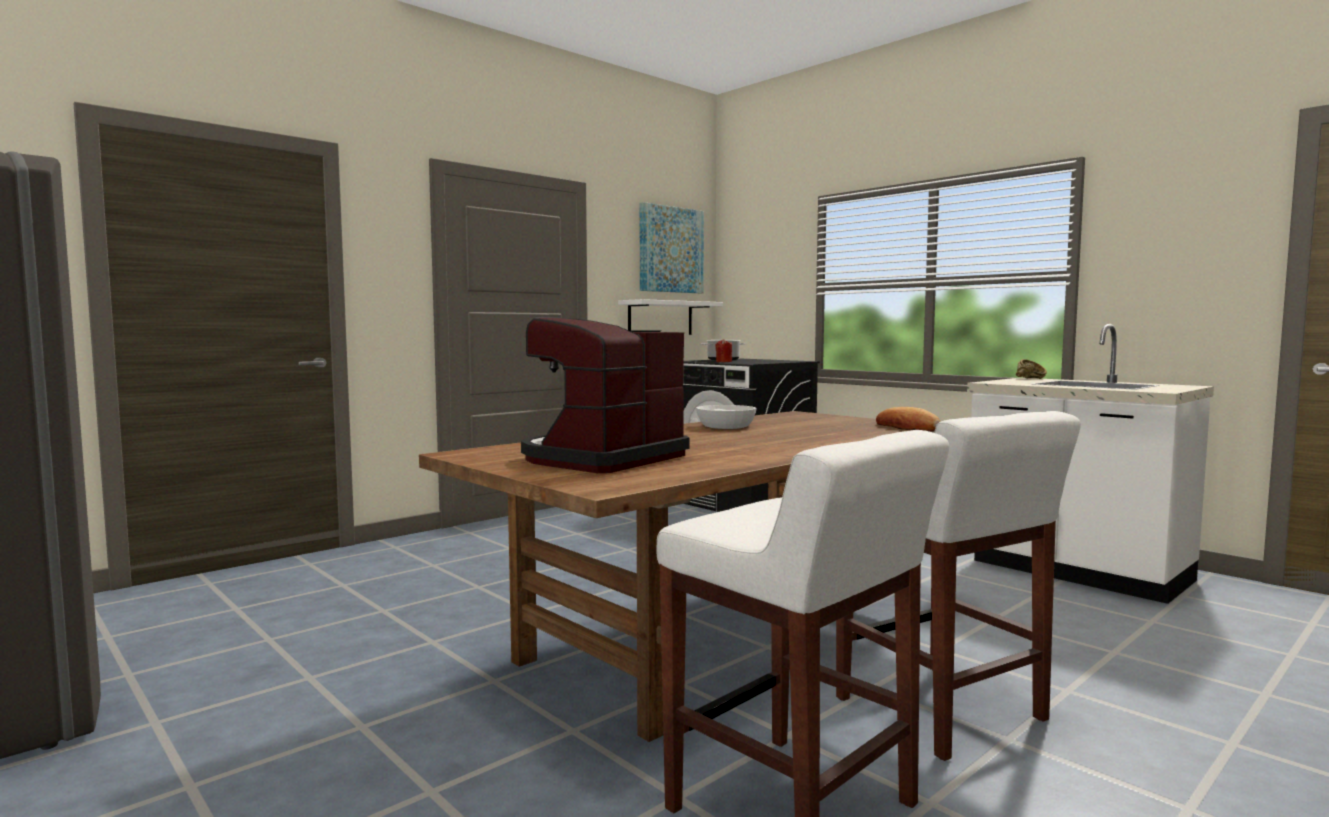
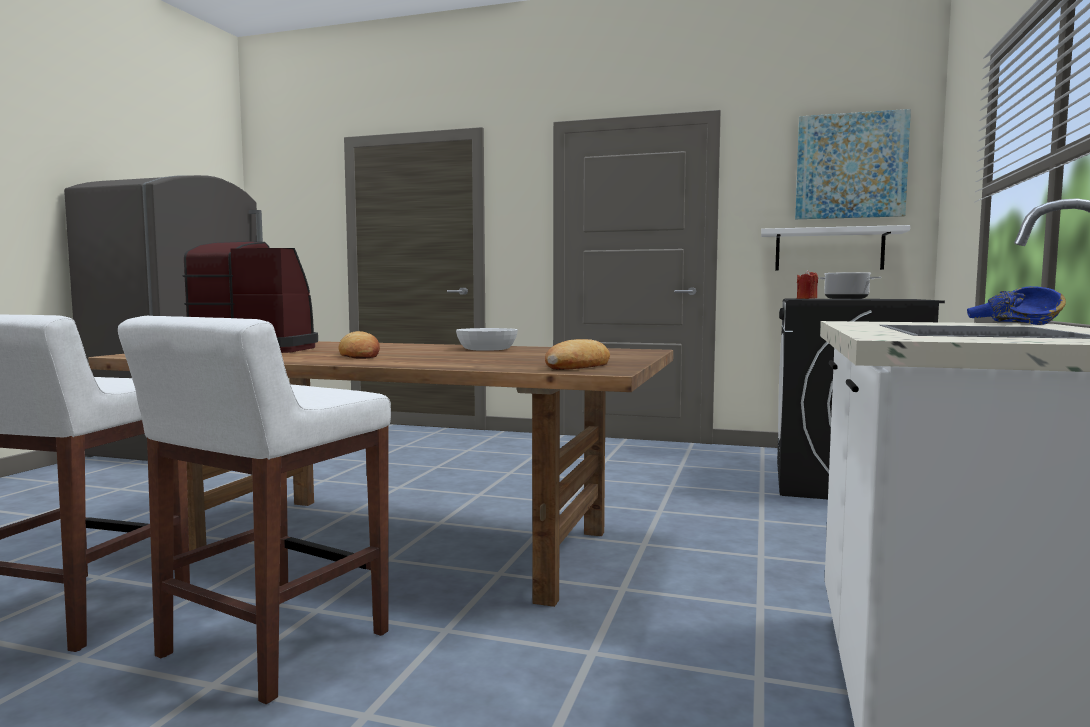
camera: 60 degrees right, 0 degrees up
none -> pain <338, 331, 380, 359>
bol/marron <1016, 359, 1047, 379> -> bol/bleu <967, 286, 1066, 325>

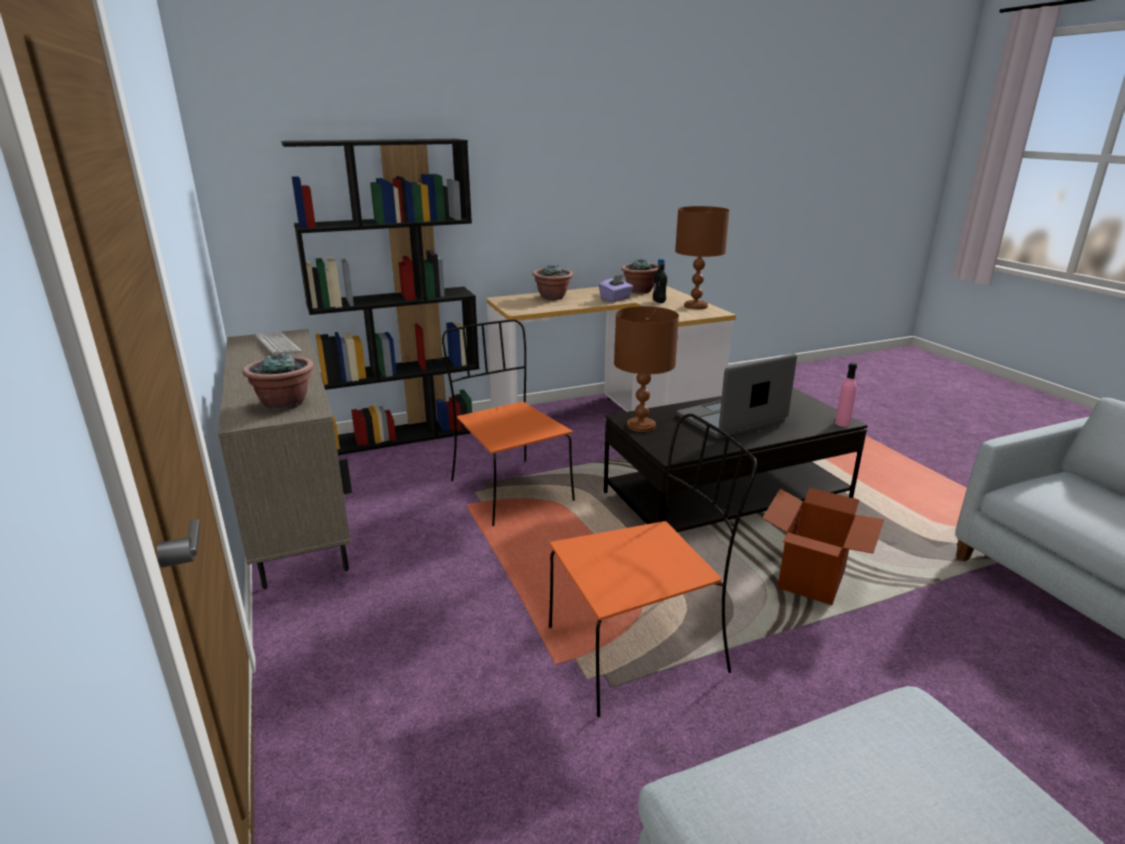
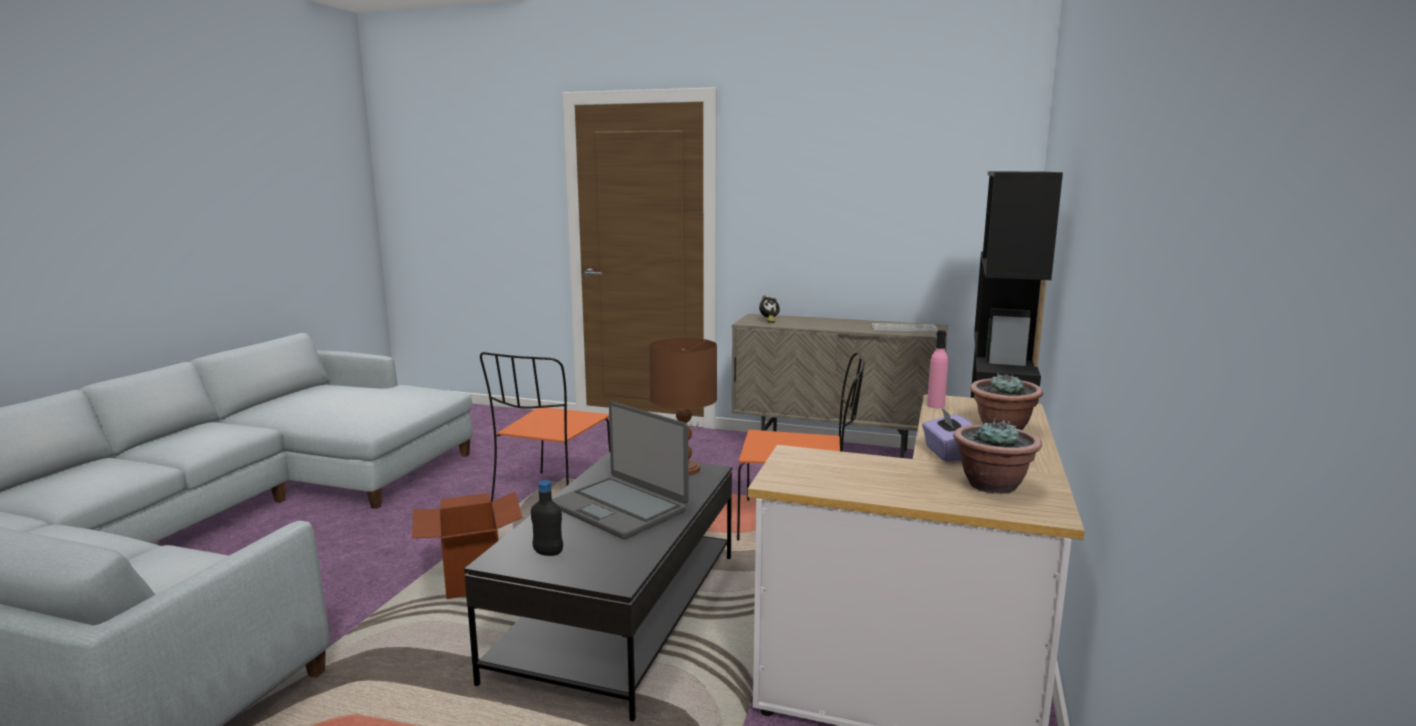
camera: 130 degrees right, 10 degrees down
bouteille/noir <653, 258, 667, 303> -> bouteille/noir <531, 480, 563, 556>, moved
ordinateur portable <677, 354, 797, 439> -> ordinateur portable <552, 401, 689, 539>, 120 degrees clockwise
plante en pot <242, 351, 314, 411> -> réveil <759, 295, 780, 323>
bouteille/rose <835, 363, 857, 427> -> bouteille/rose <927, 330, 948, 408>, moved
lampe de table/marron <675, 206, 729, 309> -> none

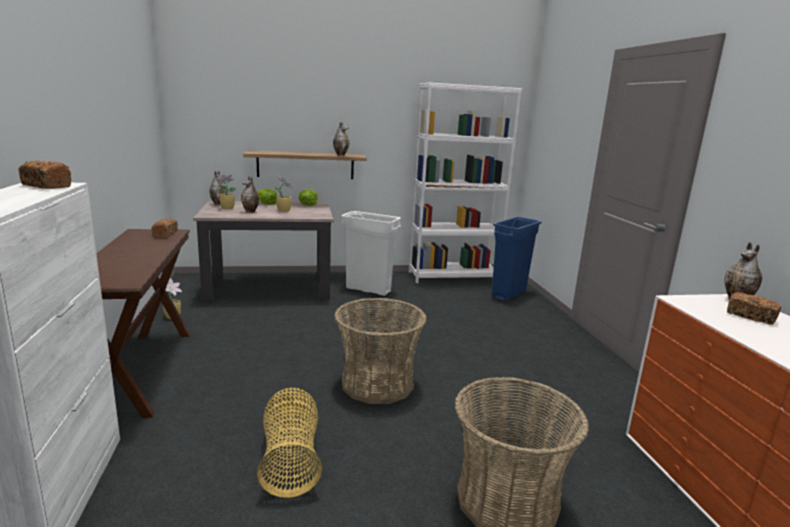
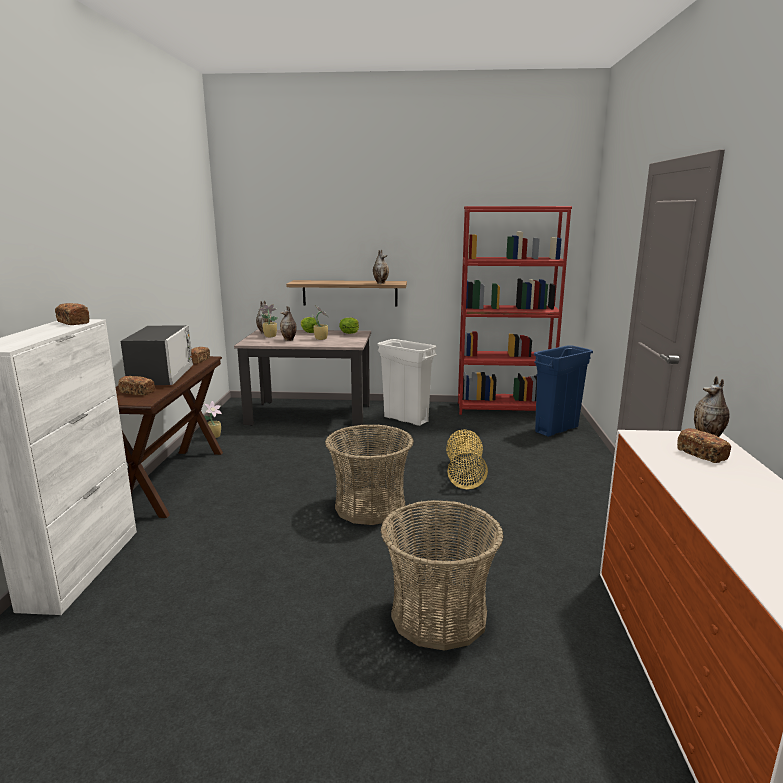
camera: 15 degrees right, 0 degrees up
none -> pain <118, 376, 155, 395>
none -> micro-ondes <121, 325, 193, 385>
panier <257, 387, 322, 498> -> panier <446, 429, 488, 489>, moved
bibliothèque/blanc <409, 83, 523, 283> -> bibliothèque/rouge <458, 206, 572, 415>

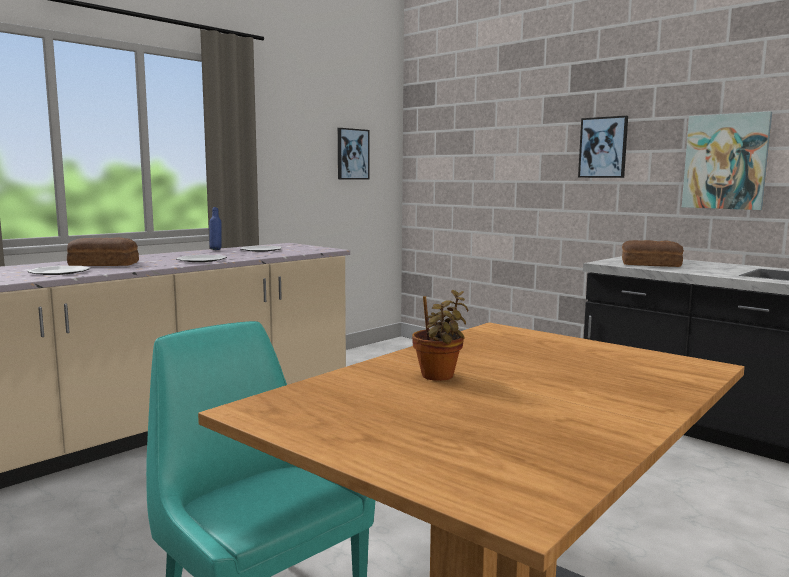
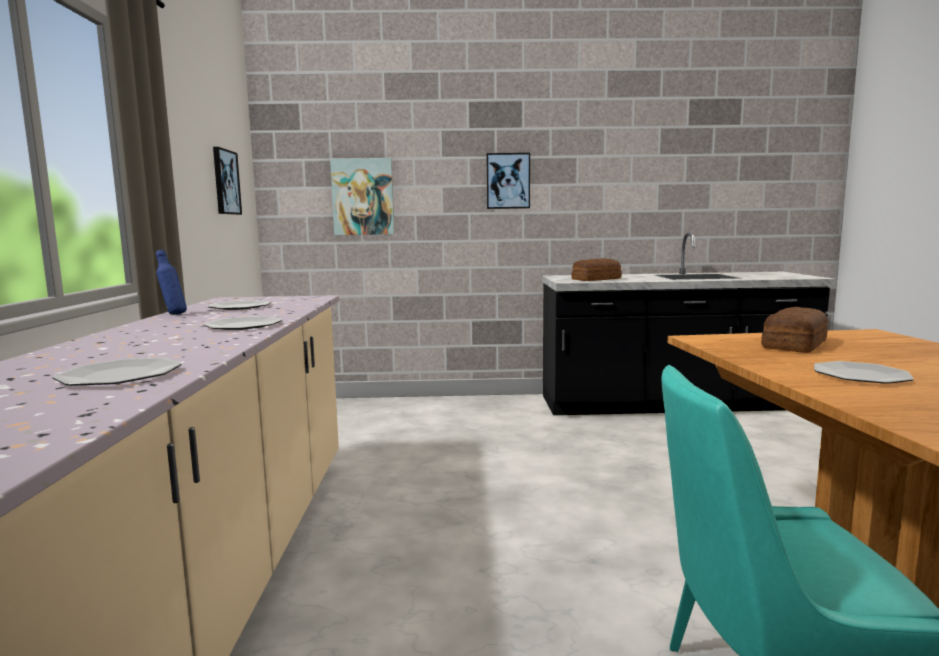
camera: 45 degrees left, 0 degrees up
tableau <682, 112, 772, 210> -> tableau <330, 158, 394, 235>, moved
pain <67, 237, 139, 266> -> pain <761, 307, 828, 353>, moved
plante en pot <412, 290, 469, 381> -> assiette <814, 361, 914, 384>

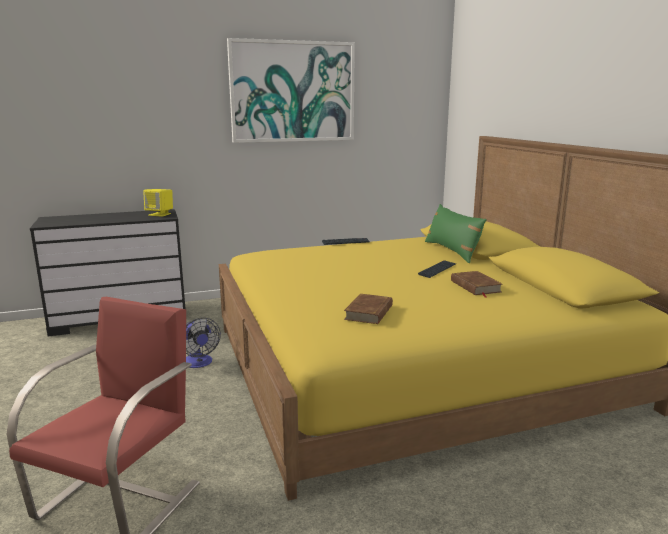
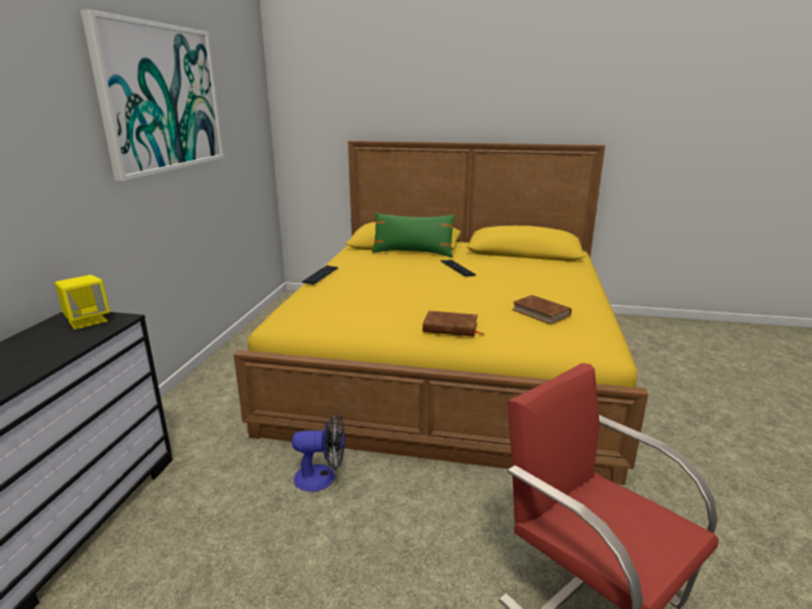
camera: 60 degrees left, 5 degrees up
livre/marron <451, 271, 503, 298> -> livre/marron <423, 311, 484, 336>, moved

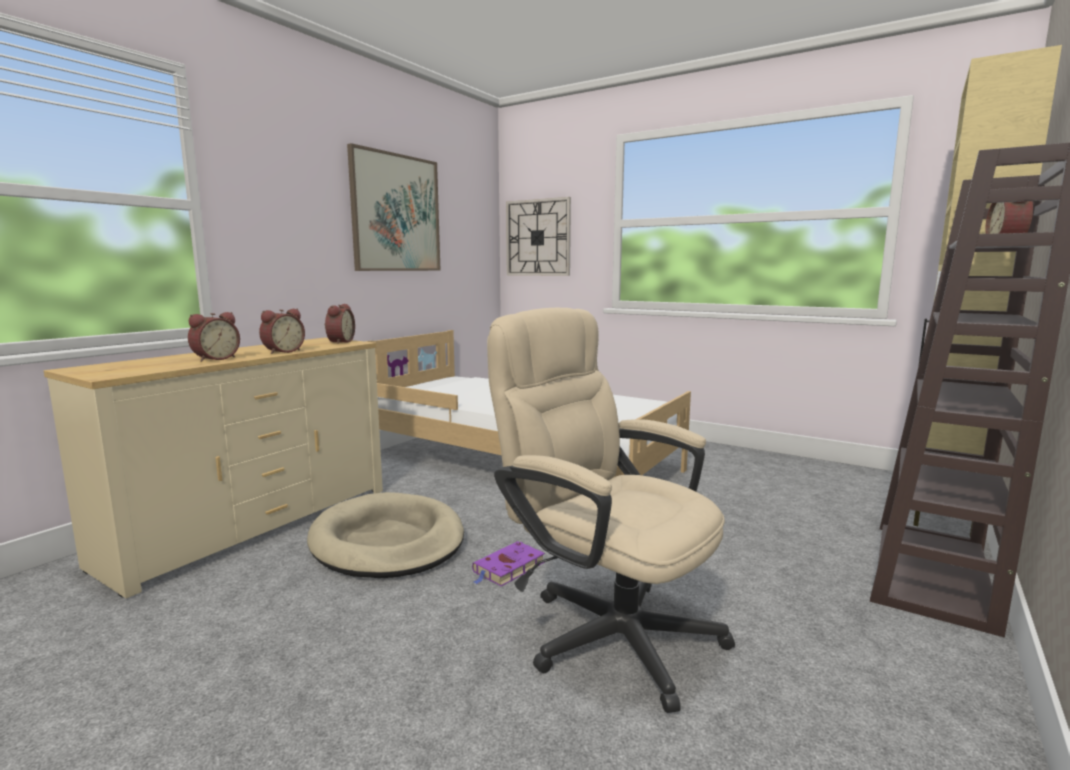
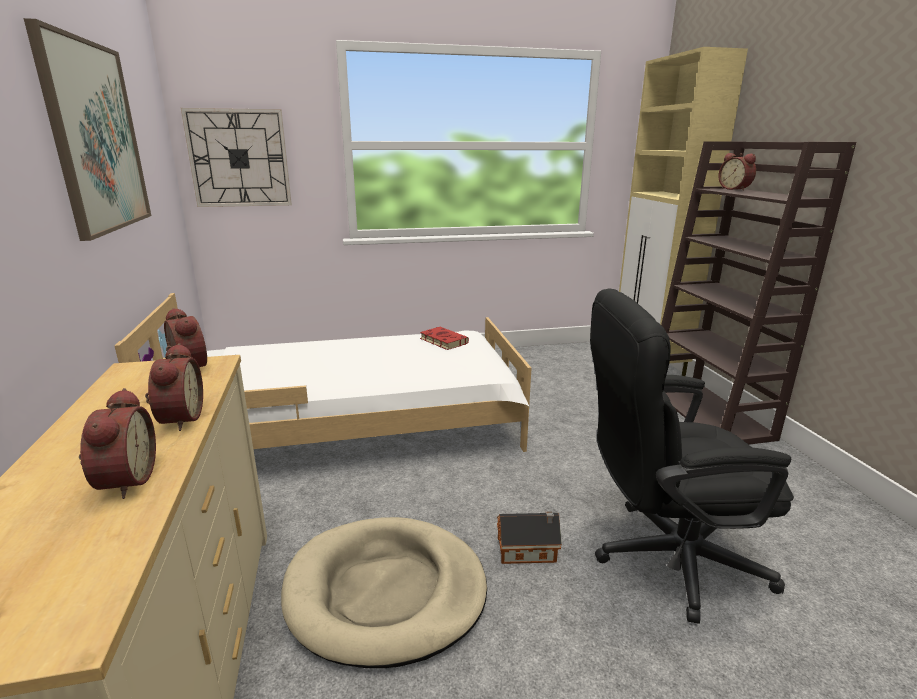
camera: 45 degrees left, 10 degrees up
none -> livre/rouge <420, 327, 469, 350>
livre/violet <472, 541, 545, 586> -> maison miniature <497, 511, 562, 564>
chaise de bureau/beige <487, 308, 735, 713> -> chaise de bureau/noir <590, 289, 794, 624>

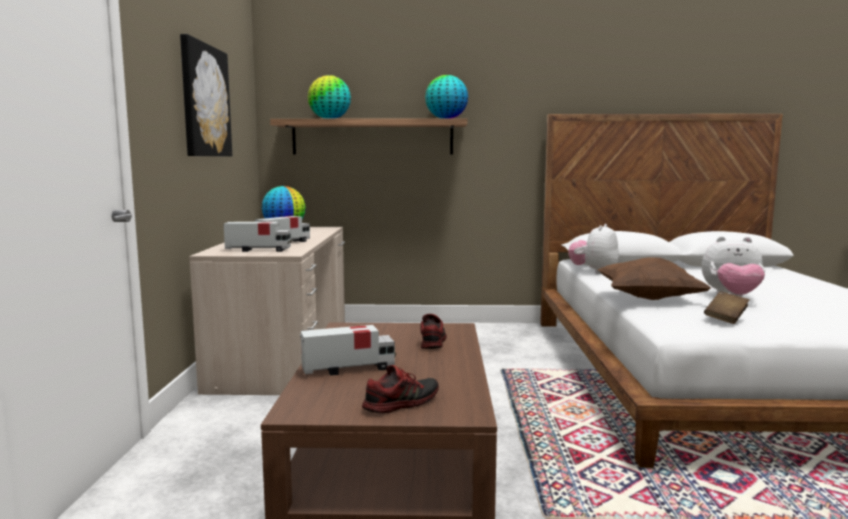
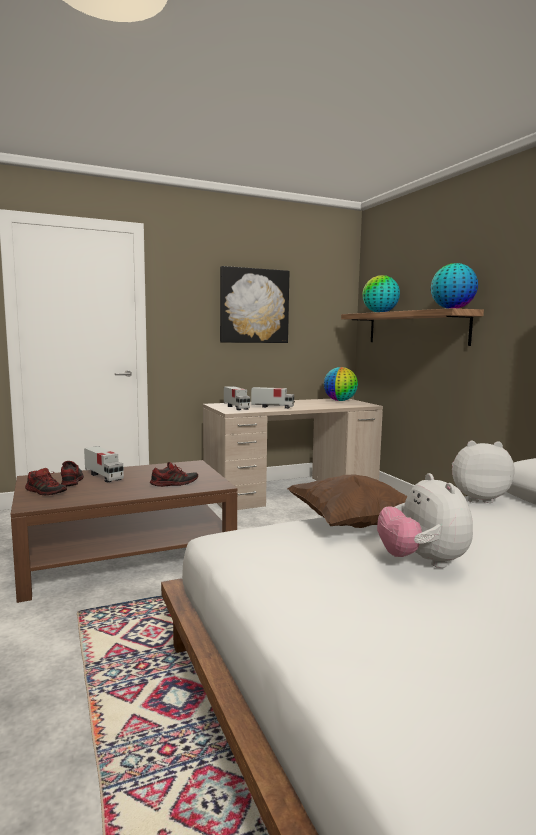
camera: 65 degrees right, 0 degrees up
none -> chaussure <61, 461, 84, 486>
livre/marron <704, 291, 750, 324> -> none

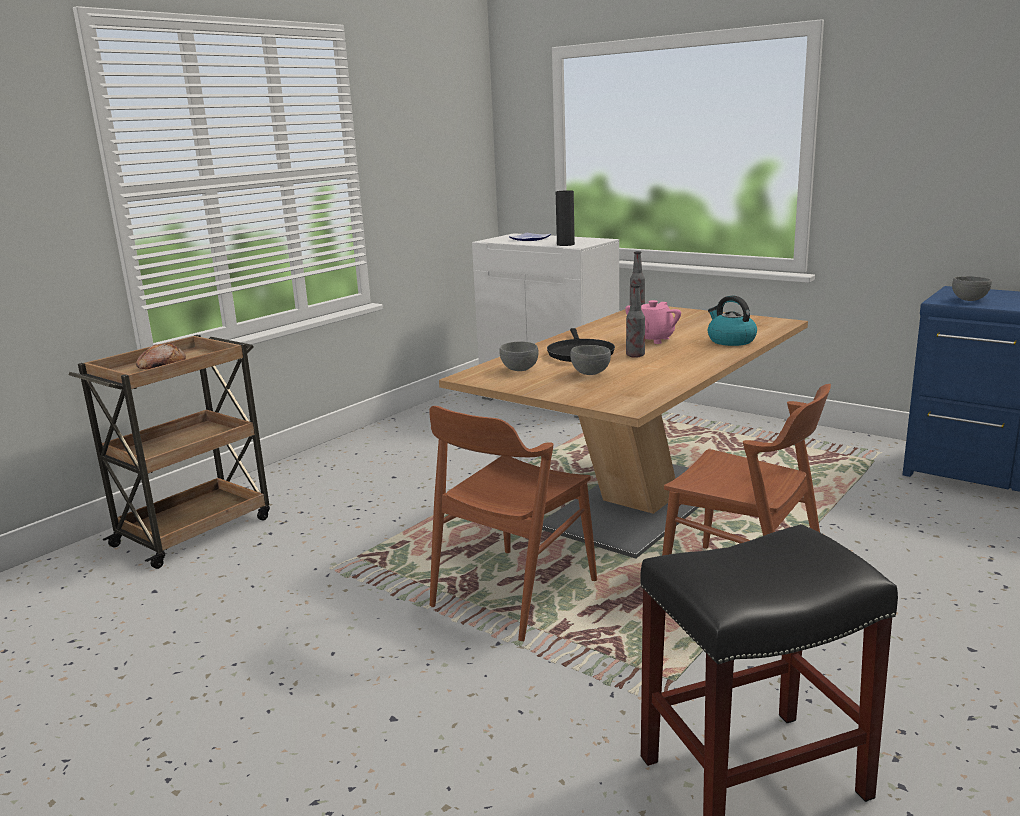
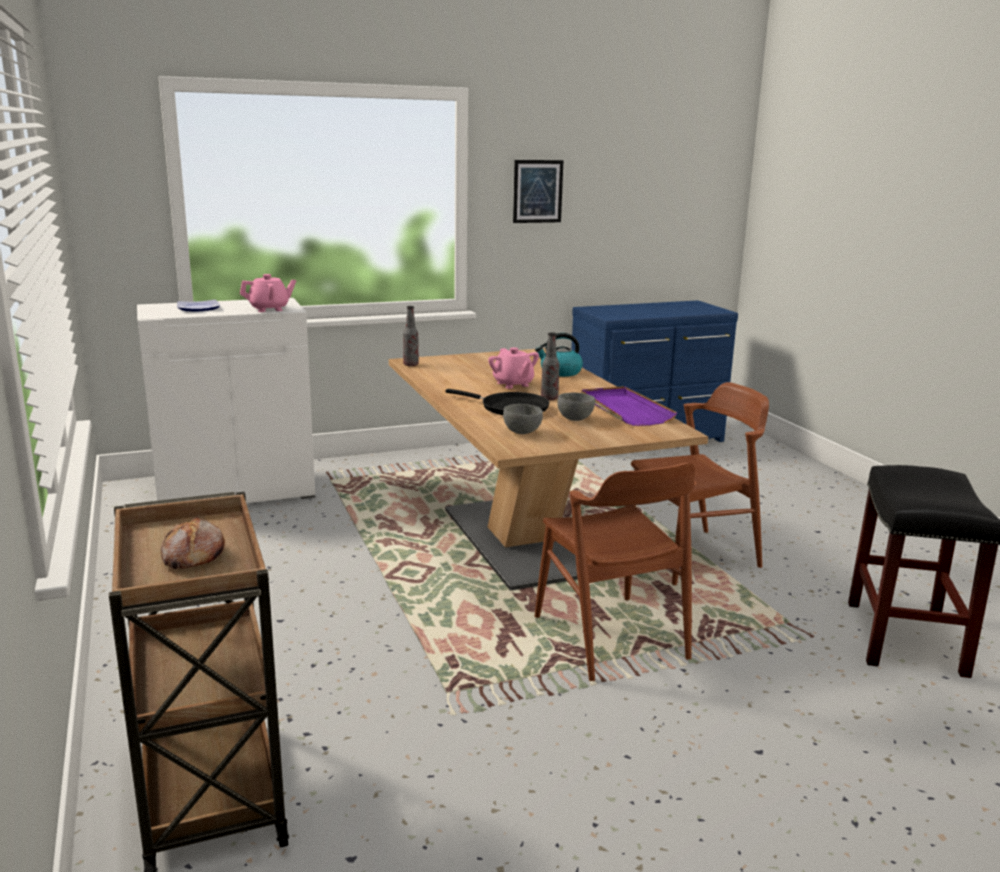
camera: 60 degrees left, 0 degrees up
vase/noir <556, 190, 575, 246> -> théière/rose <240, 274, 296, 312>
none -> tableau <513, 160, 563, 223>
none -> plateau/violet <581, 386, 677, 426>
bol/gris <952, 276, 992, 301> -> none

